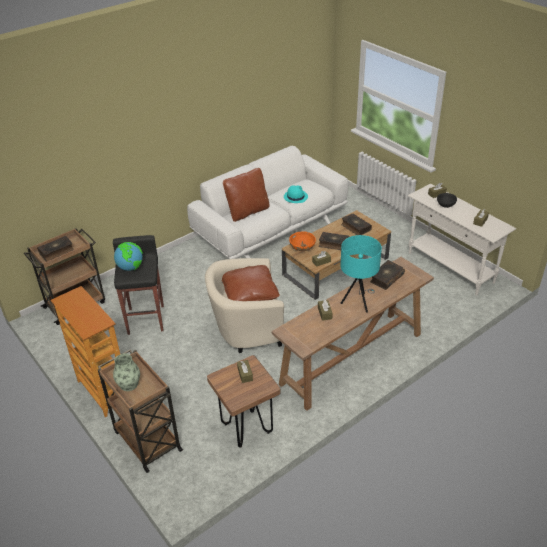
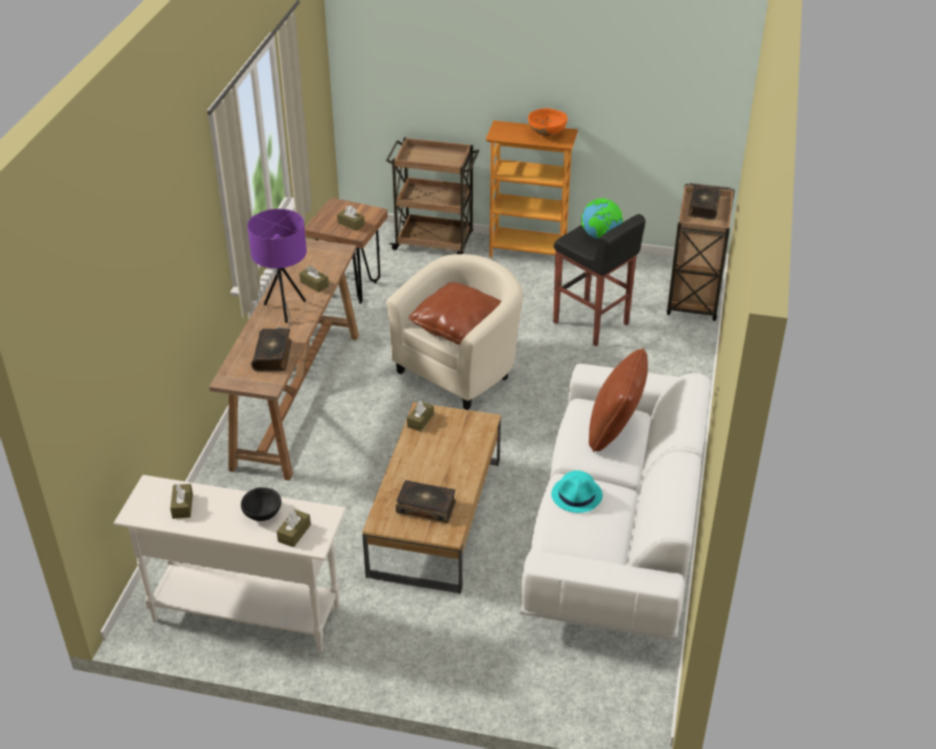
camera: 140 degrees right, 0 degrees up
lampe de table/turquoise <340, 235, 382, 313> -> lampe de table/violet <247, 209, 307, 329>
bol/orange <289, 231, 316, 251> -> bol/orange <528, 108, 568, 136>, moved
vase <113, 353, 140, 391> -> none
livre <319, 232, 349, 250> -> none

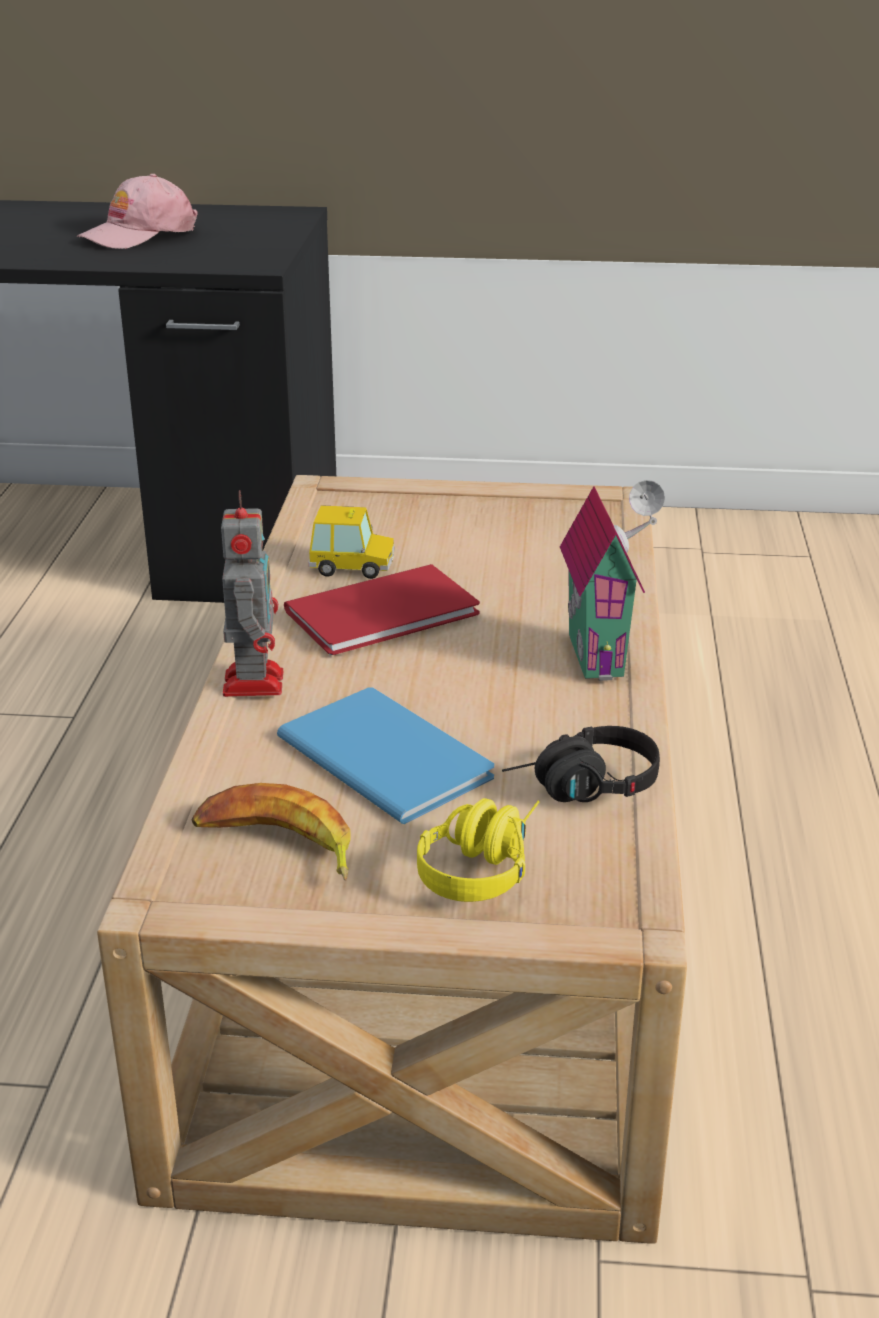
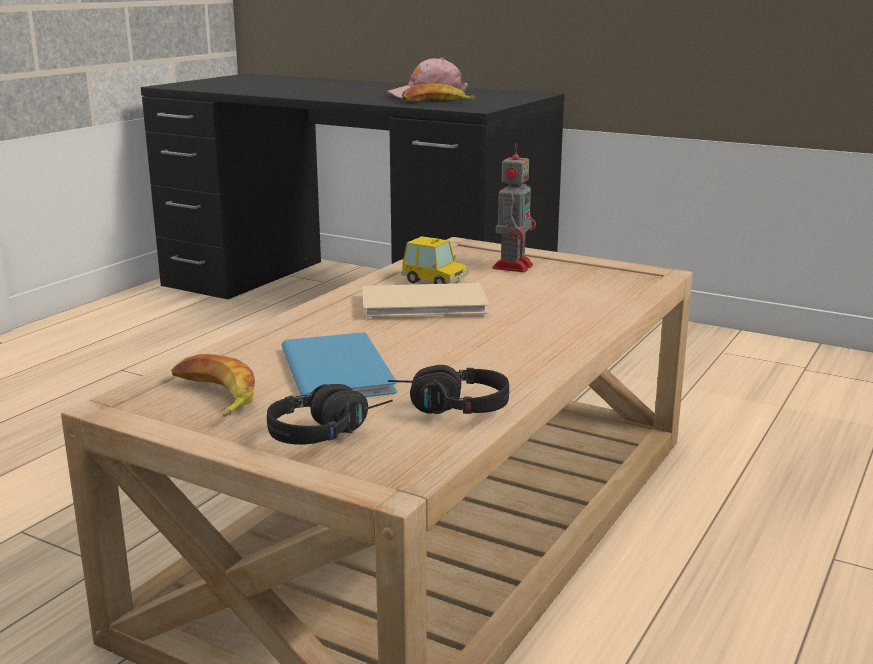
camera: 25 degrees right, 10 degrees down
casque audio/jaune <417, 798, 540, 902> -> casque audio/noir <267, 384, 393, 445>
livre/rouge <284, 564, 480, 655> -> livre/beige <362, 283, 489, 317>
none -> banane <402, 84, 476, 102>
robot jouet <221, 490, 283, 697> -> robot jouet <493, 143, 536, 272>, moved
maison miniature <560, 480, 665, 681> -> none

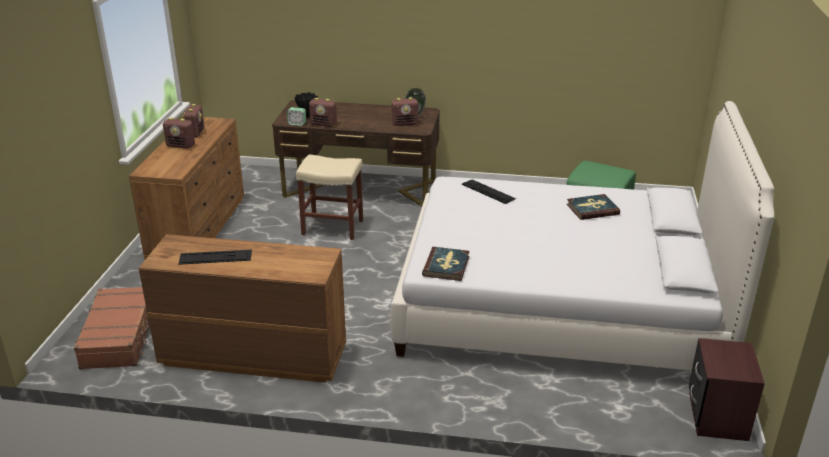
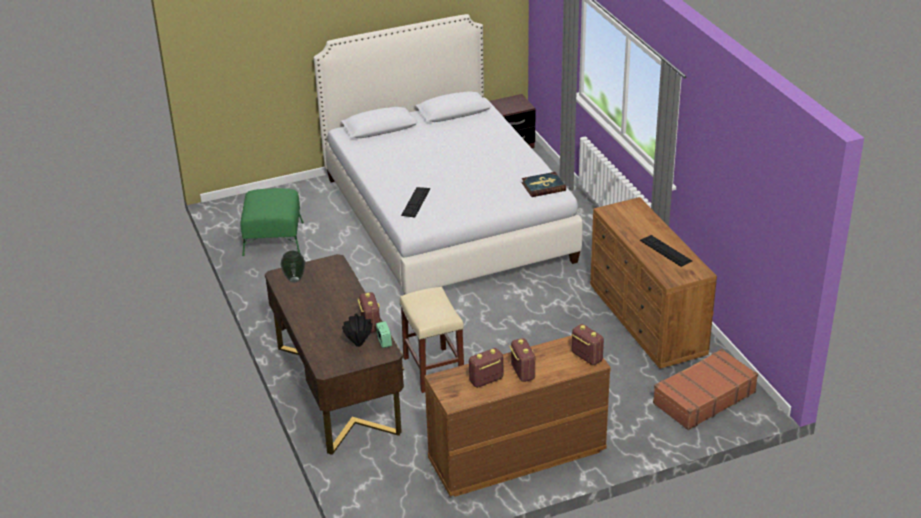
camera: 120 degrees left, 5 degrees up
radio <391, 97, 418, 126> -> radio <571, 324, 604, 365>, moved
livre <567, 194, 620, 220> -> none

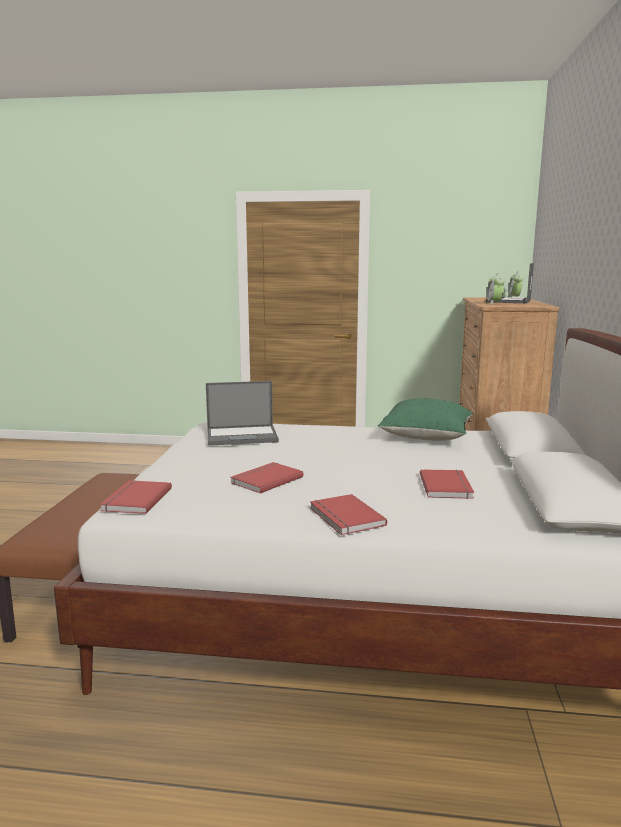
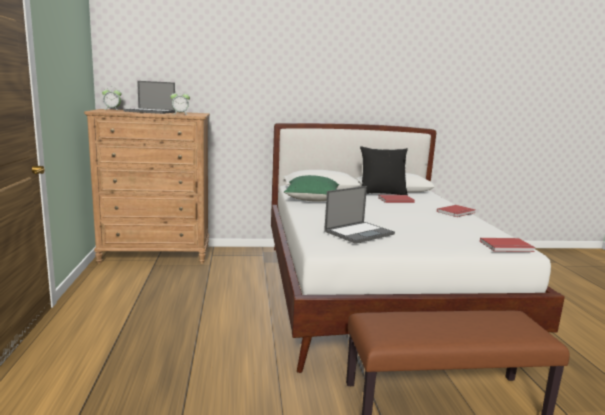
camera: 105 degrees left, 0 degrees up
ordinateur portable <206, 381, 279, 446> -> ordinateur portable <324, 186, 395, 244>, 75 degrees clockwise
none -> coussin/noir <360, 146, 408, 195>
livre/rouge <230, 462, 303, 493> -> none

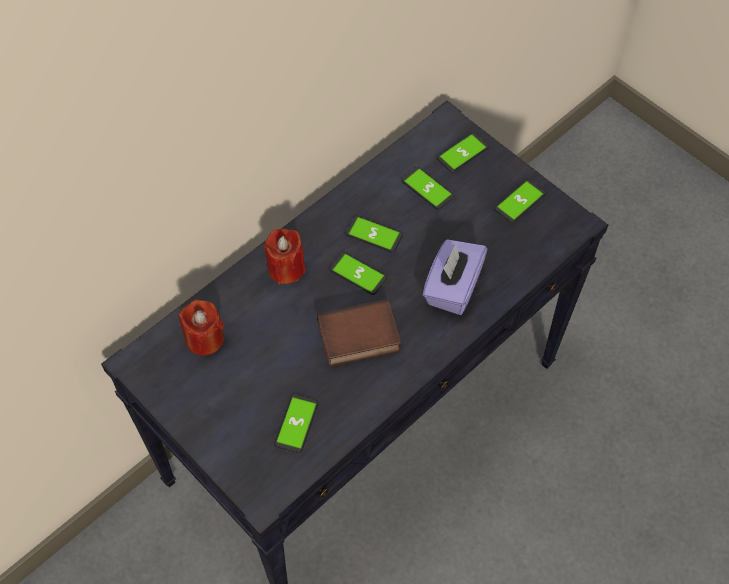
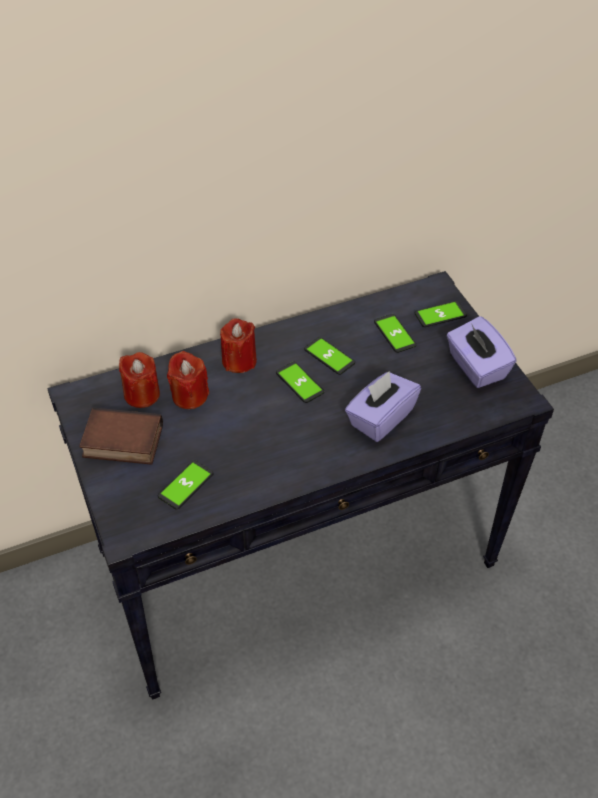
camera: 20 degrees right, 10 degrees down
livre <317, 299, 401, 367> -> livre <79, 408, 163, 465>, moved
none -> bougie/rouge <167, 351, 209, 409>
téléphone <494, 180, 546, 223> -> boîte à mouchoirs/violet <447, 316, 516, 388>

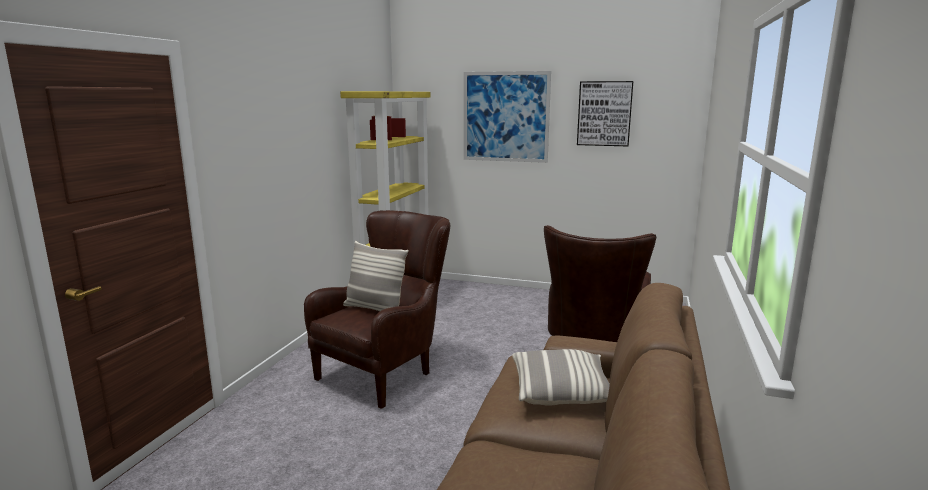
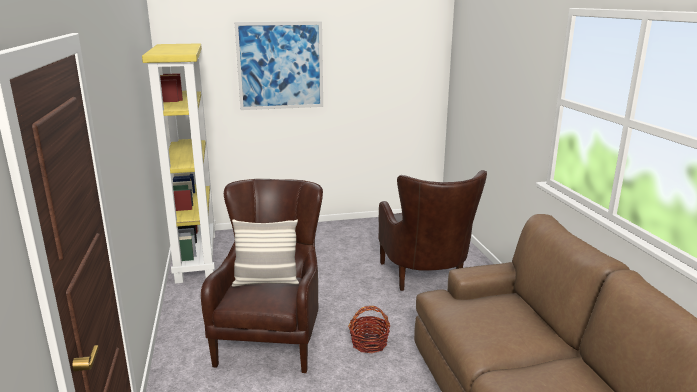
camera: 30 degrees left, 5 degrees up
none -> panier <348, 306, 391, 353>
coussin <512, 349, 610, 406> -> none
tableau <577, 81, 633, 146> -> none

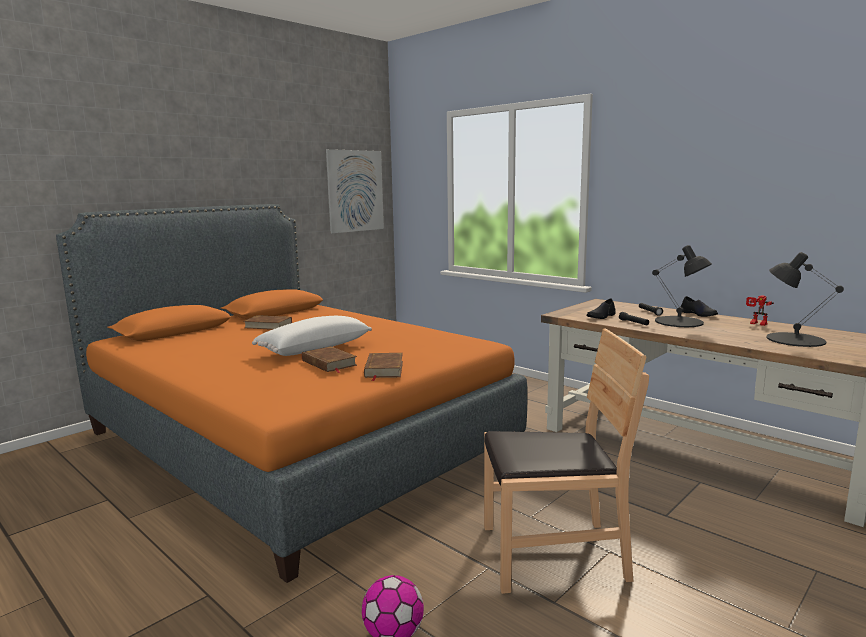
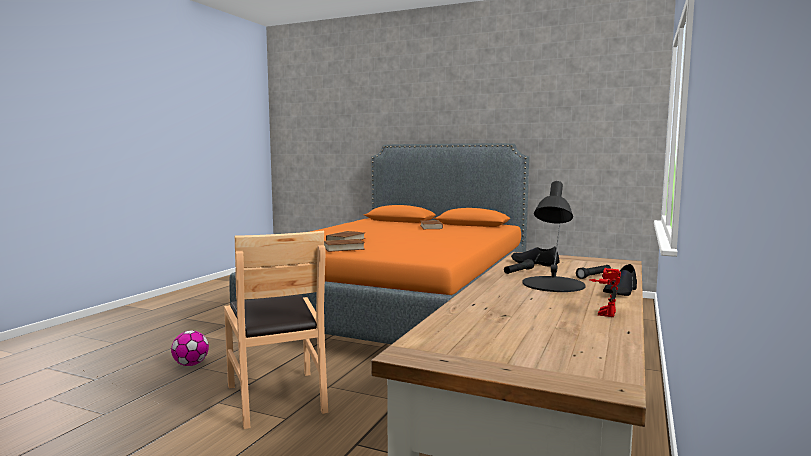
camera: 70 degrees right, 5 degrees down
coussin/blanc <252, 316, 372, 356> -> none
tableau <326, 149, 384, 233> -> none
lampe de table/noir <767, 252, 844, 347> -> none

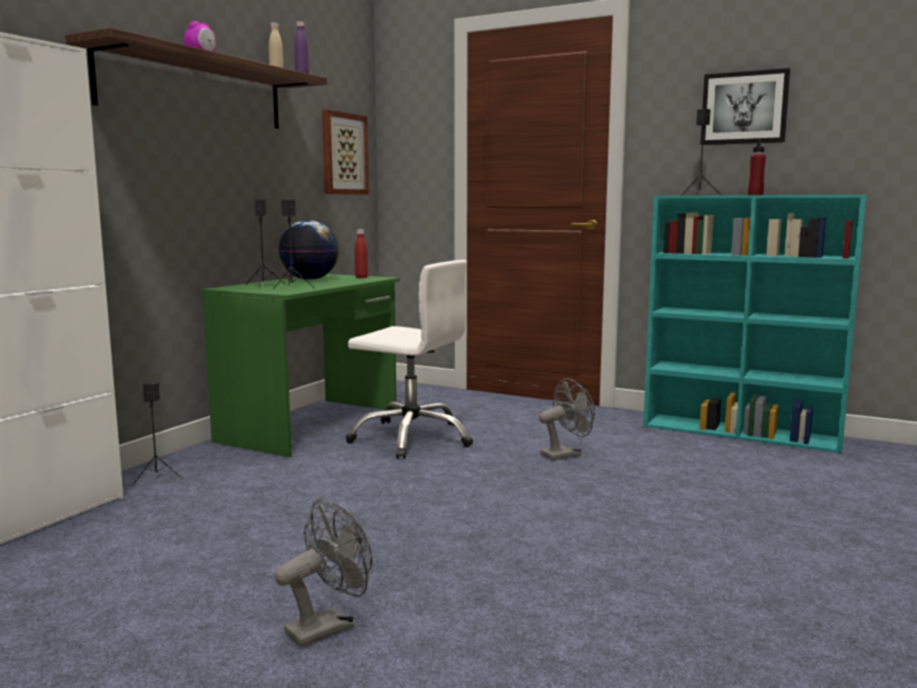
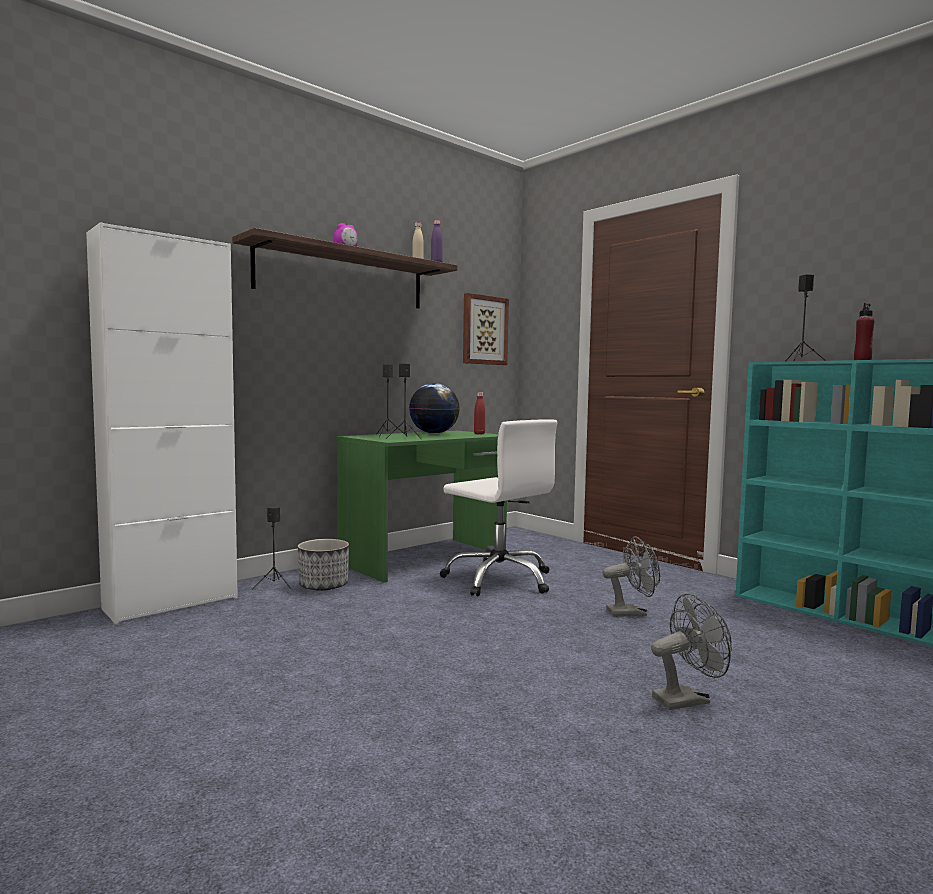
camera: 20 degrees right, 5 degrees down
none -> cache-pot <298, 539, 349, 591>
ventilateur/gris <274, 499, 373, 648> -> ventilateur/gris <651, 593, 732, 710>, moved
tableau <700, 68, 790, 145> -> none

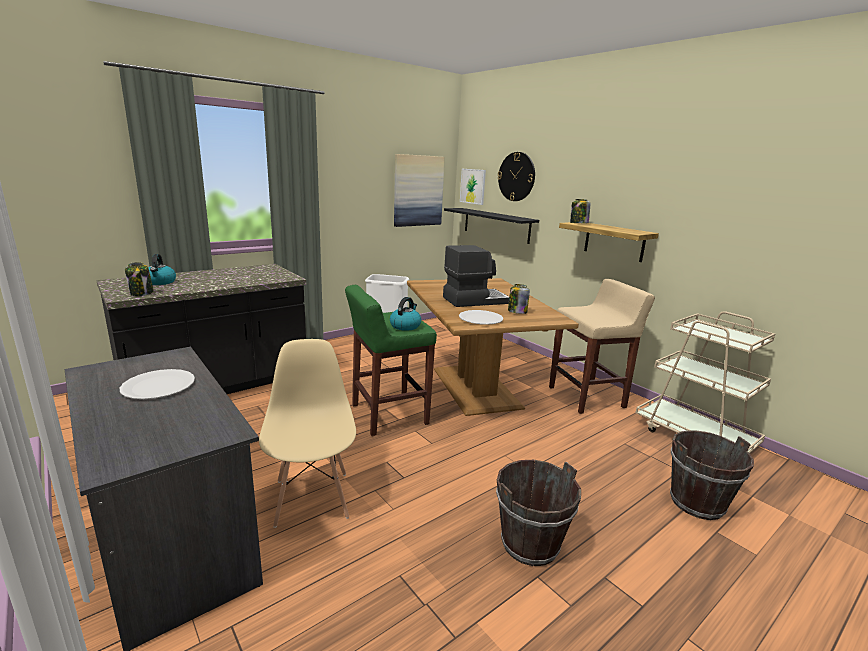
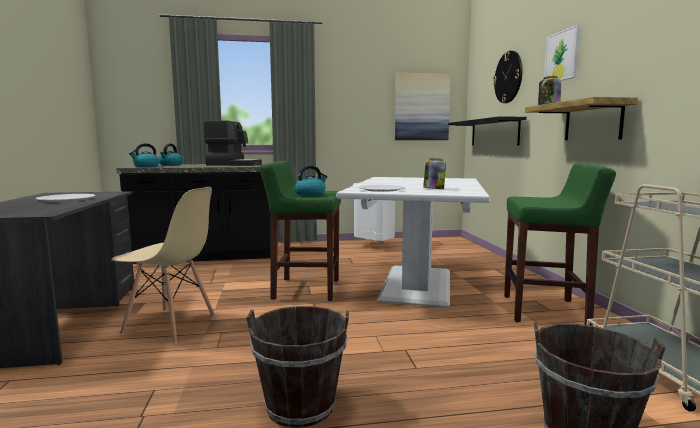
camera: 30 degrees right, 10 degrees down
chaise/beige <259, 339, 356, 528> -> chaise/beige <111, 187, 215, 343>, 90 degrees clockwise
bocal <125, 262, 154, 296> -> bouilloire <129, 143, 160, 167>
machine à café <443, 245, 509, 307> -> machine à café <204, 121, 262, 166>, moved
table à manger/marron <407, 278, 579, 416> -> table à manger/blanc <336, 177, 490, 308>
tabouret/beige <549, 279, 655, 414> -> tabouret/vert <504, 164, 616, 326>
tableau <460, 169, 486, 205> -> tableau <544, 24, 580, 81>, moved

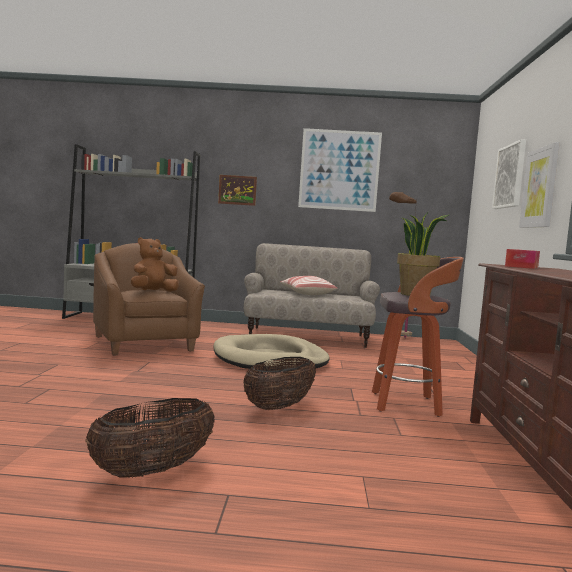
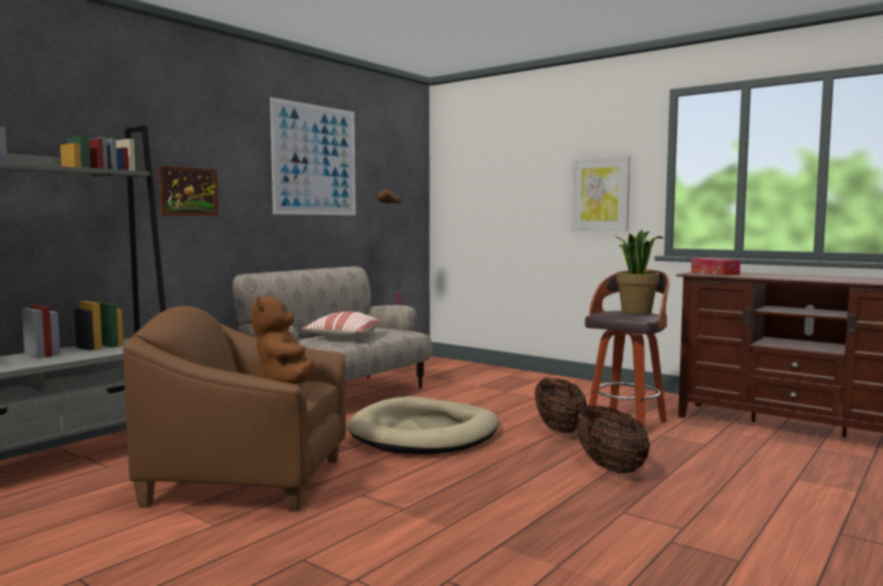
camera: 55 degrees left, 0 degrees up
panier <85, 398, 215, 478> -> panier <535, 378, 587, 433>, moved
tableau <492, 139, 526, 209> -> none

